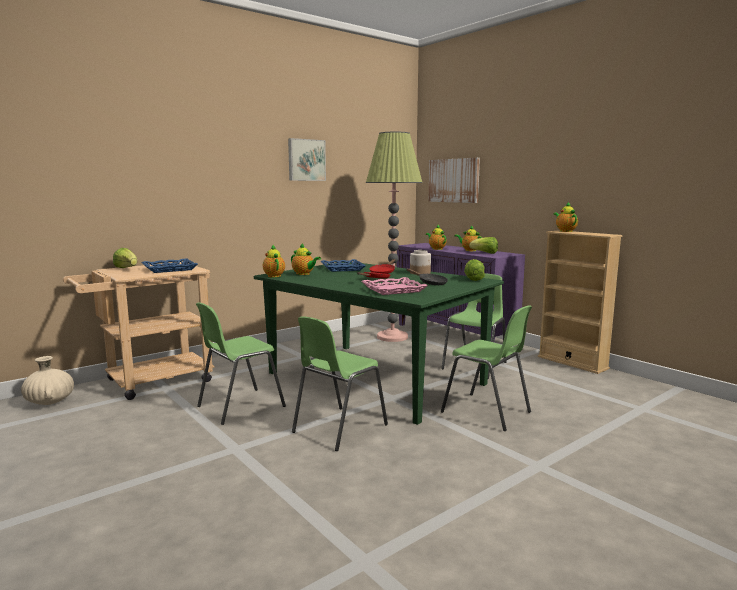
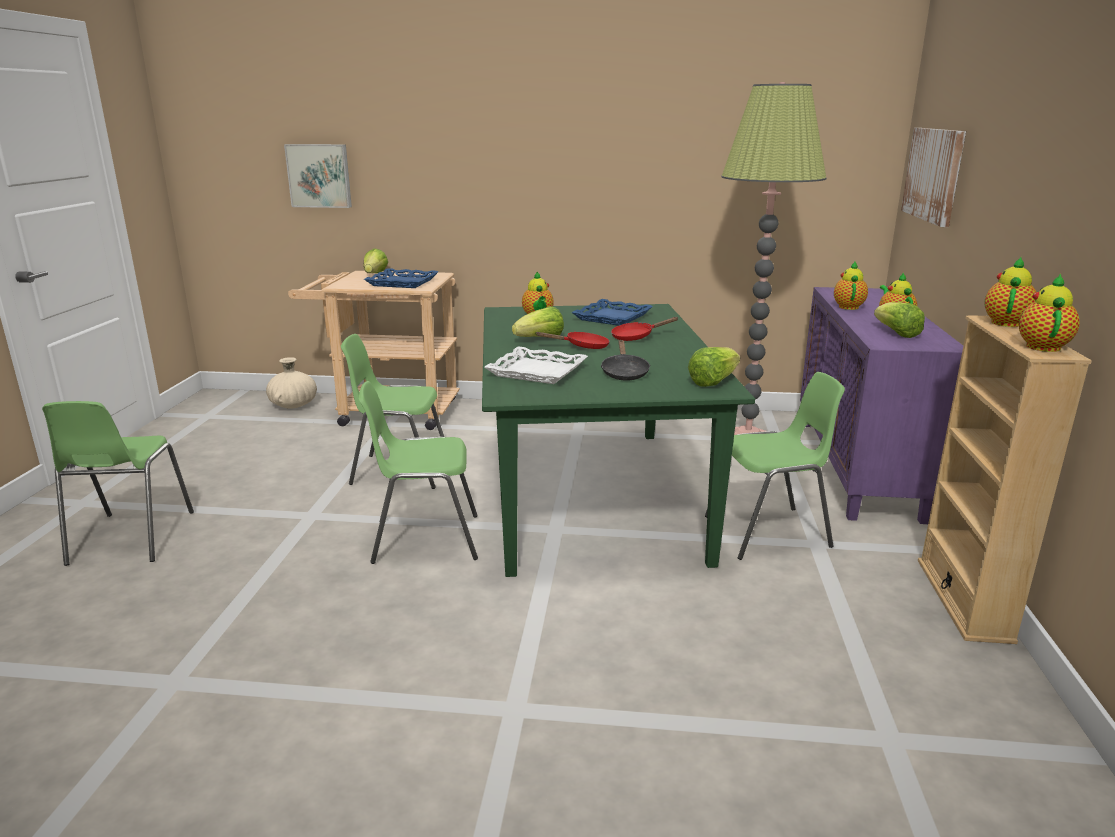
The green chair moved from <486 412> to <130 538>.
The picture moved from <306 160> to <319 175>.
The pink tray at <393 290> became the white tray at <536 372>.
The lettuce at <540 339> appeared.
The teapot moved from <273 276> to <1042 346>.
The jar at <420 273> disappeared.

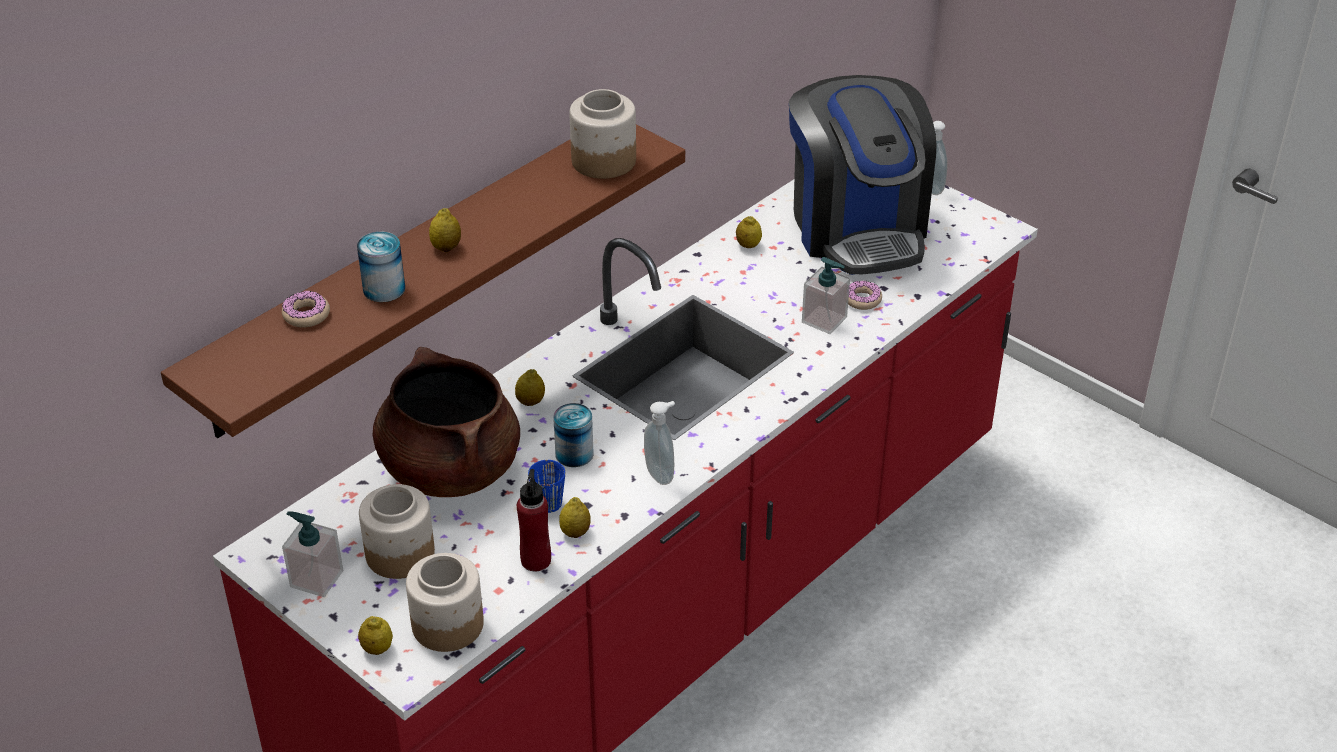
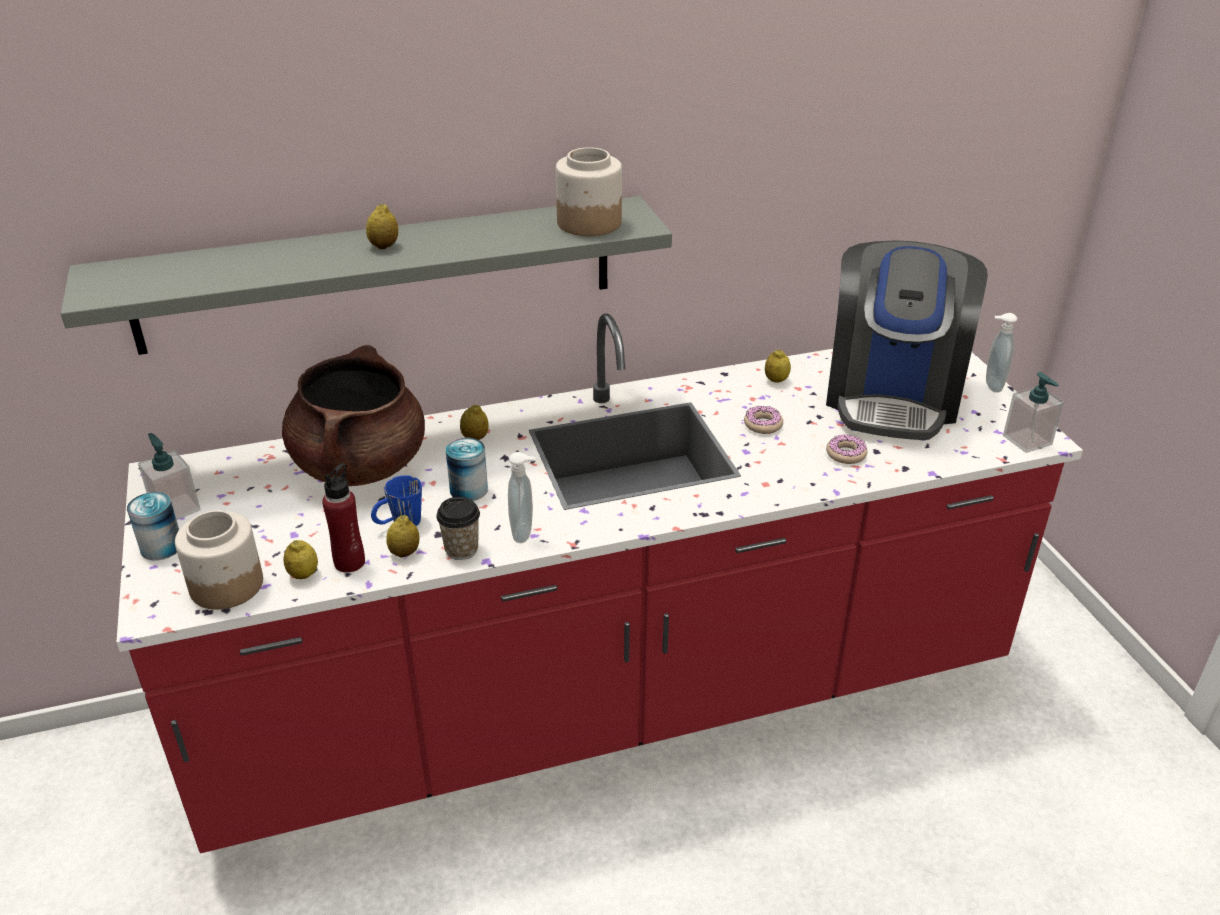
The brown shelf at <413 273> became the grey shelf at <378 274>.
The can moved from <384 289> to <161 547>.
The lemon moved from <377 648> to <303 574>.
The cup at <461 549> appeared.
The donut moved from <306 315> to <763 425>.
The soap dispenser moved from <824 320> to <1027 440>.
The jar at <399 554> disappeared.

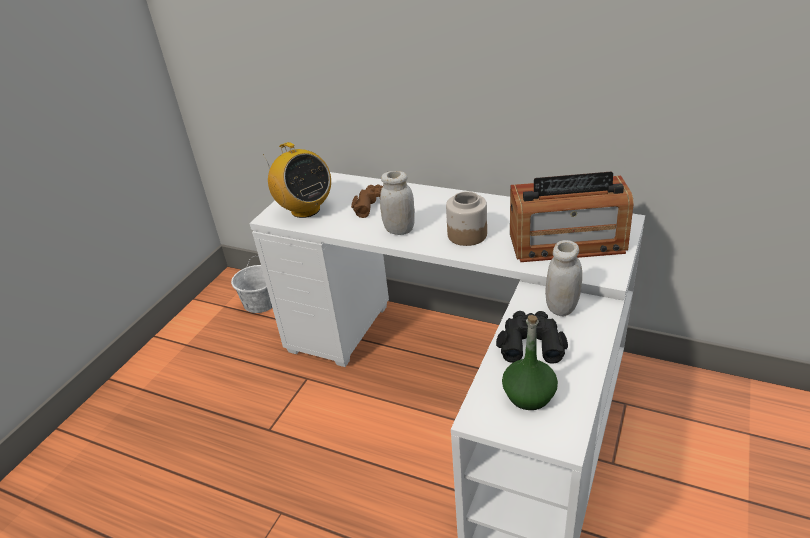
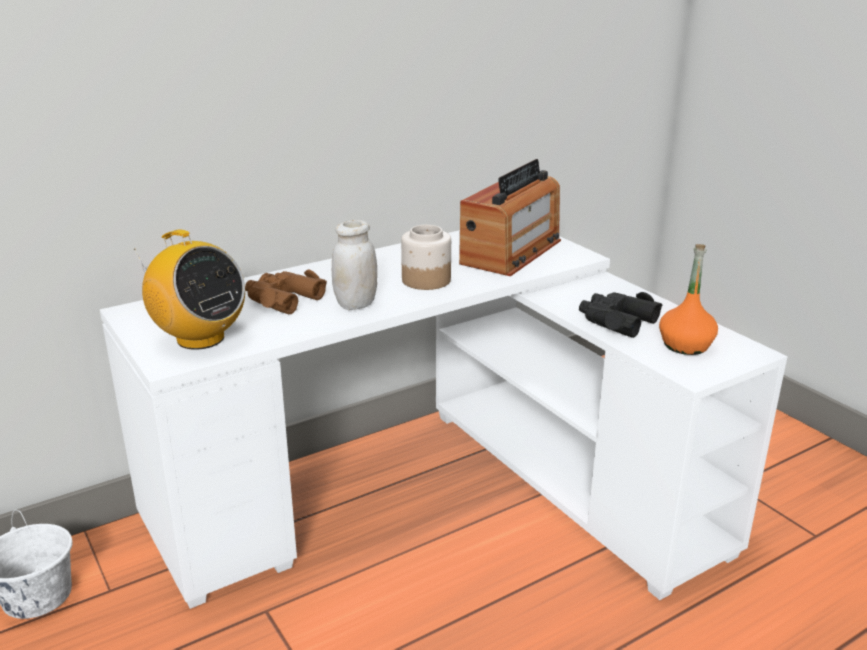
The radio at <305 210> turned 45 degrees clockwise.
The green bottle at <529 395> became the orange bottle at <685 345>.
The white jar at <561 307> disappeared.

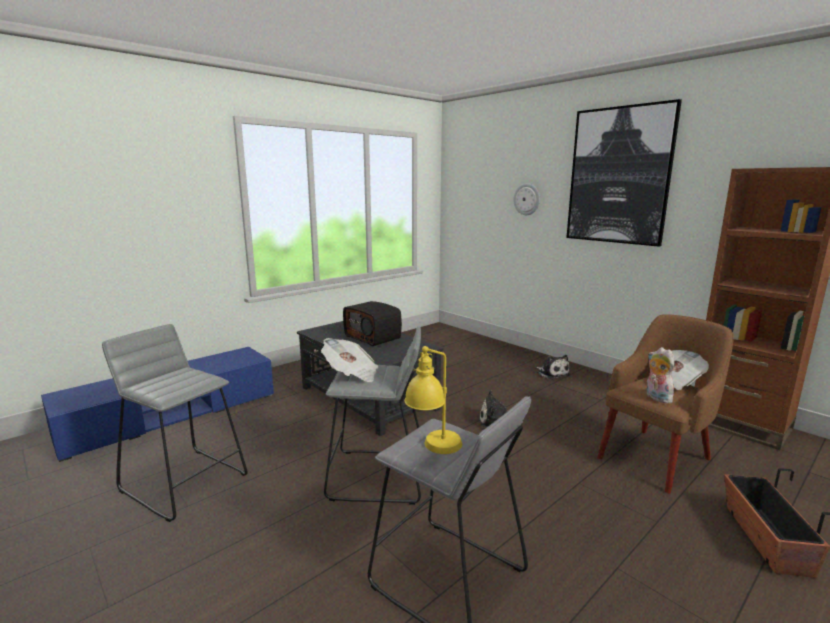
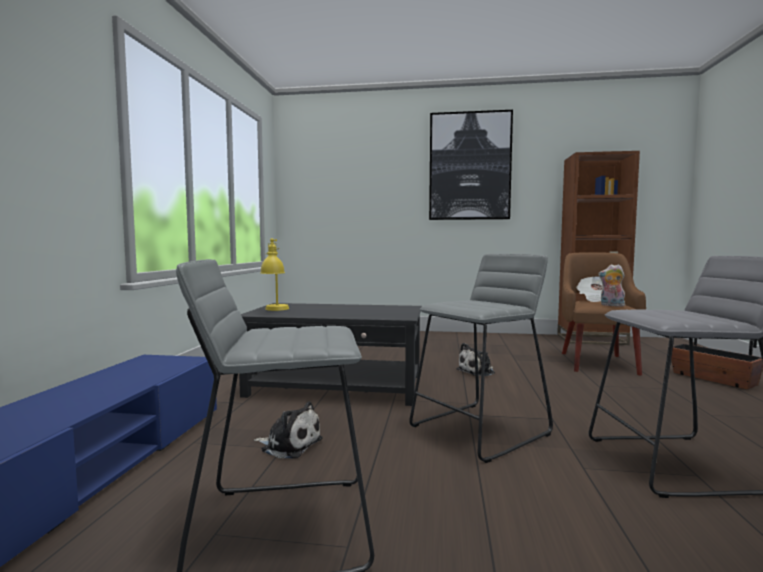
The plush toy moved from <552 373> to <289 445>.
The yellow table lamp moved from <434 451> to <275 310>.
The newspaper at <351 374> disappeared.
The radio at <373 337> disappeared.
The wall clock at <527 199> disappeared.

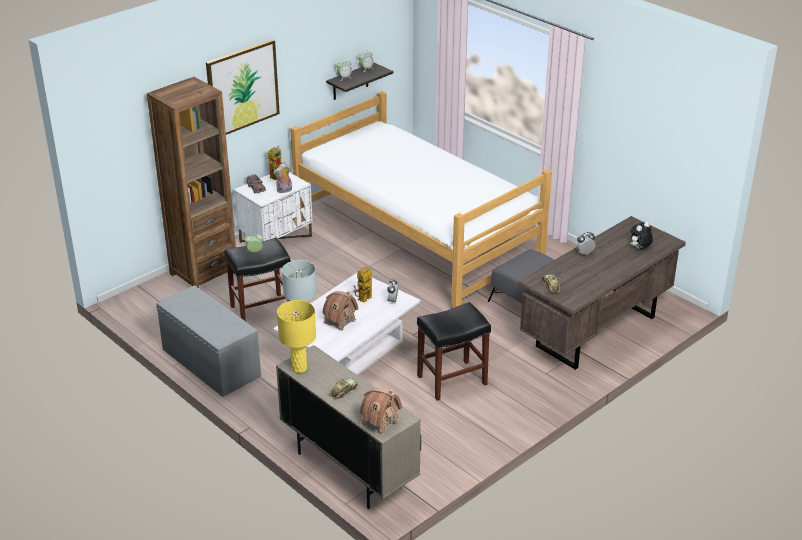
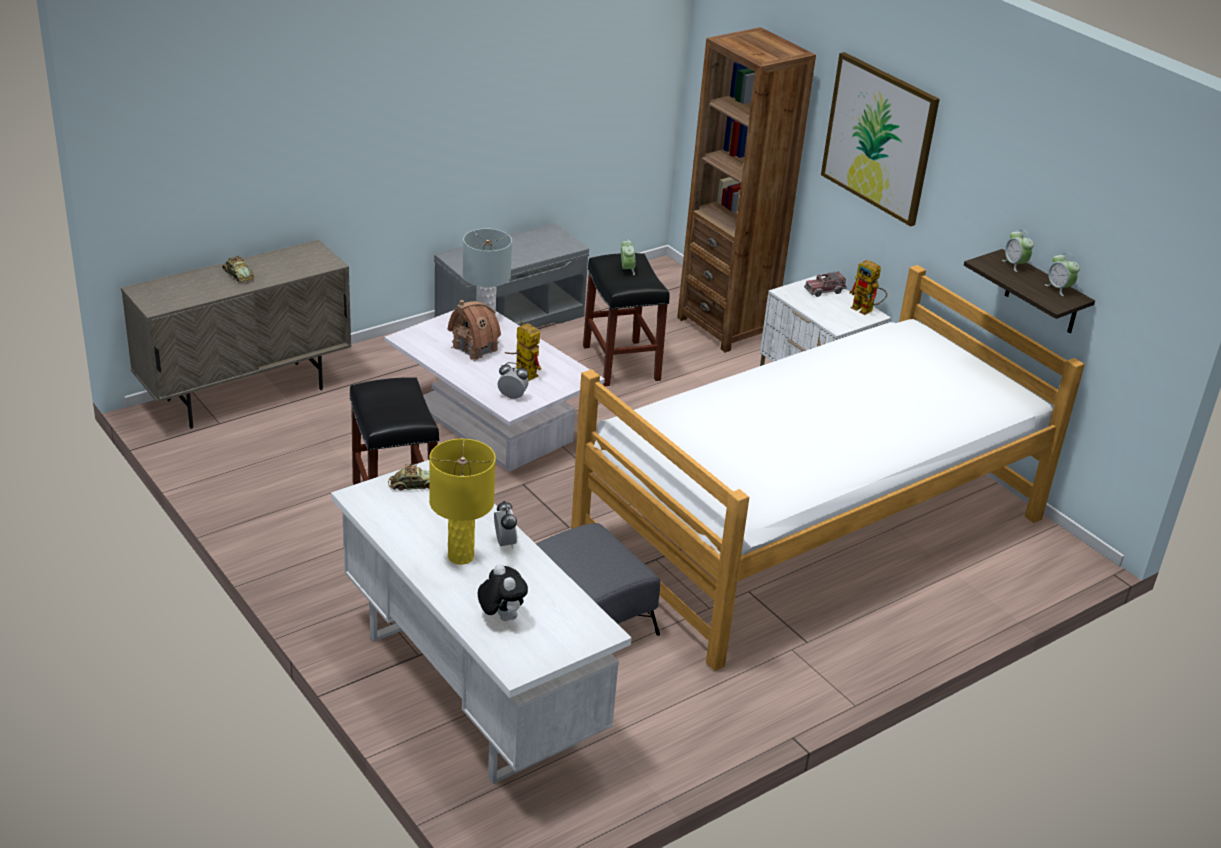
The brown desk at <596 332> became the white desk at <468 688>.
The yellow table lamp moved from <299 368> to <461 556>.
The plush toy at <284 191> disappeared.
The toy house at <380 422> disappeared.

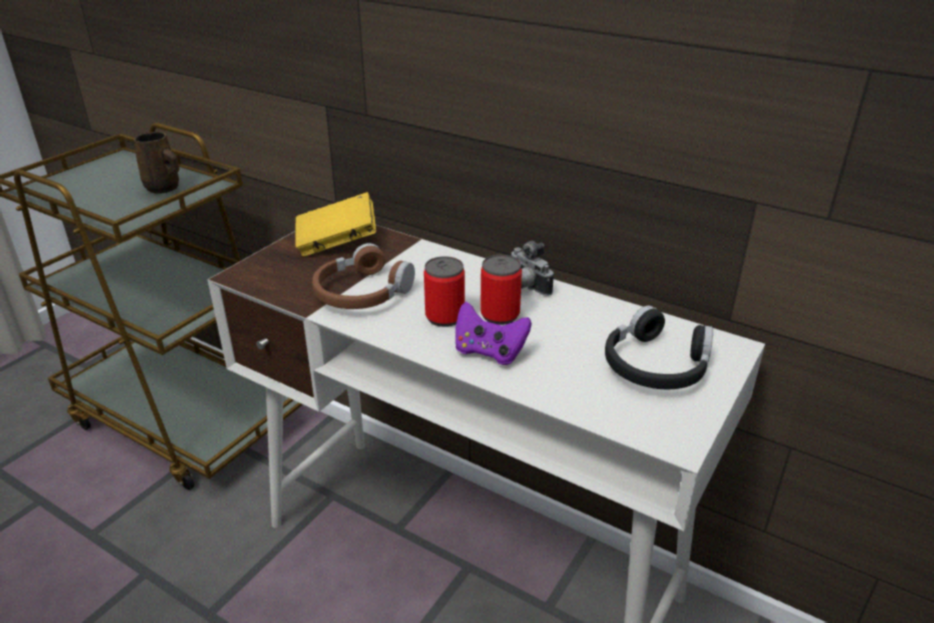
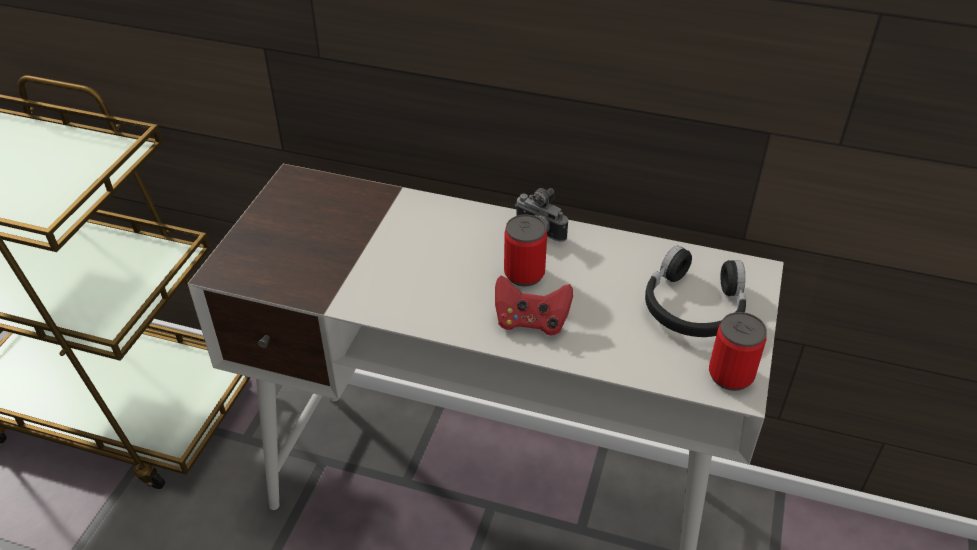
The purple game controller at <489 352> became the red game controller at <531 321>.
The can moved from <445 317> to <730 375>.
The brown mug at <164 188> disappeared.
The yellow book at <337 243> disappeared.
The brown headphones at <362 293> disappeared.

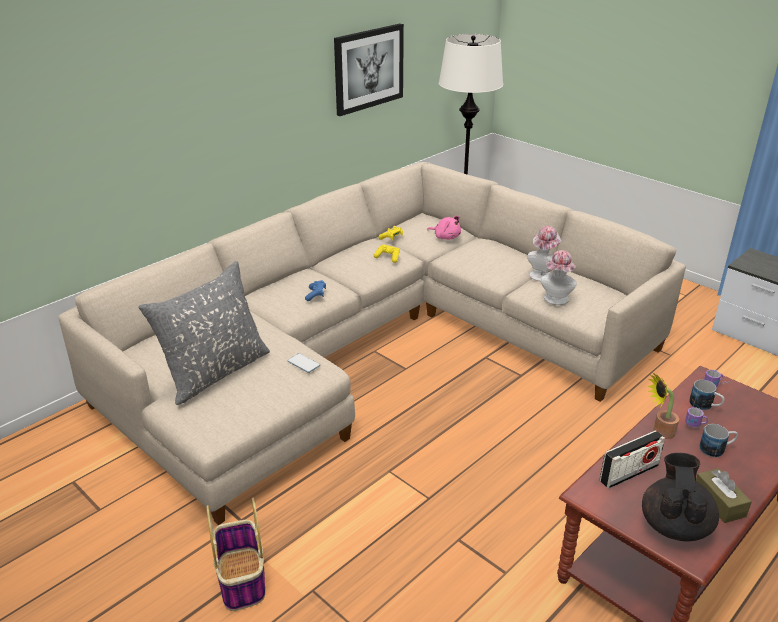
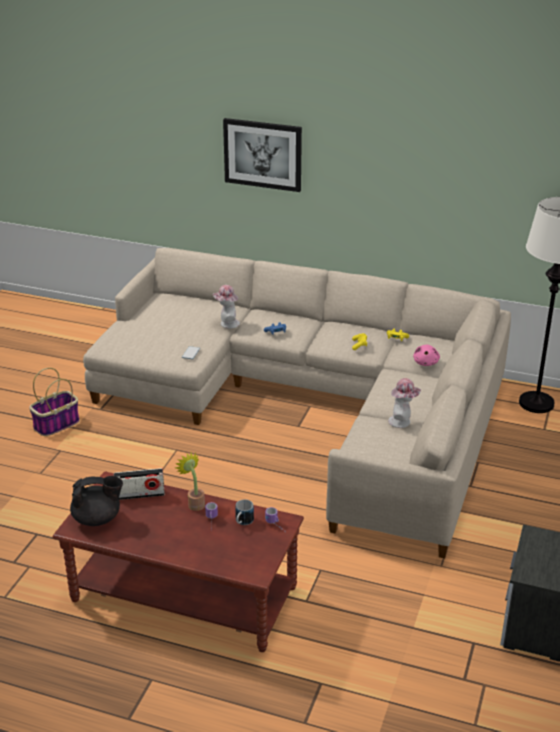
The radio at <629 473> turned 45 degrees counterclockwise.
The hat moved from <556 300> to <227 324>.
The picture moved from <368 68> to <263 154>.
The grey pillow at <215 372> disappeared.
The brown tissue box at <719 502> disappeared.
The mug at <716 449> disappeared.

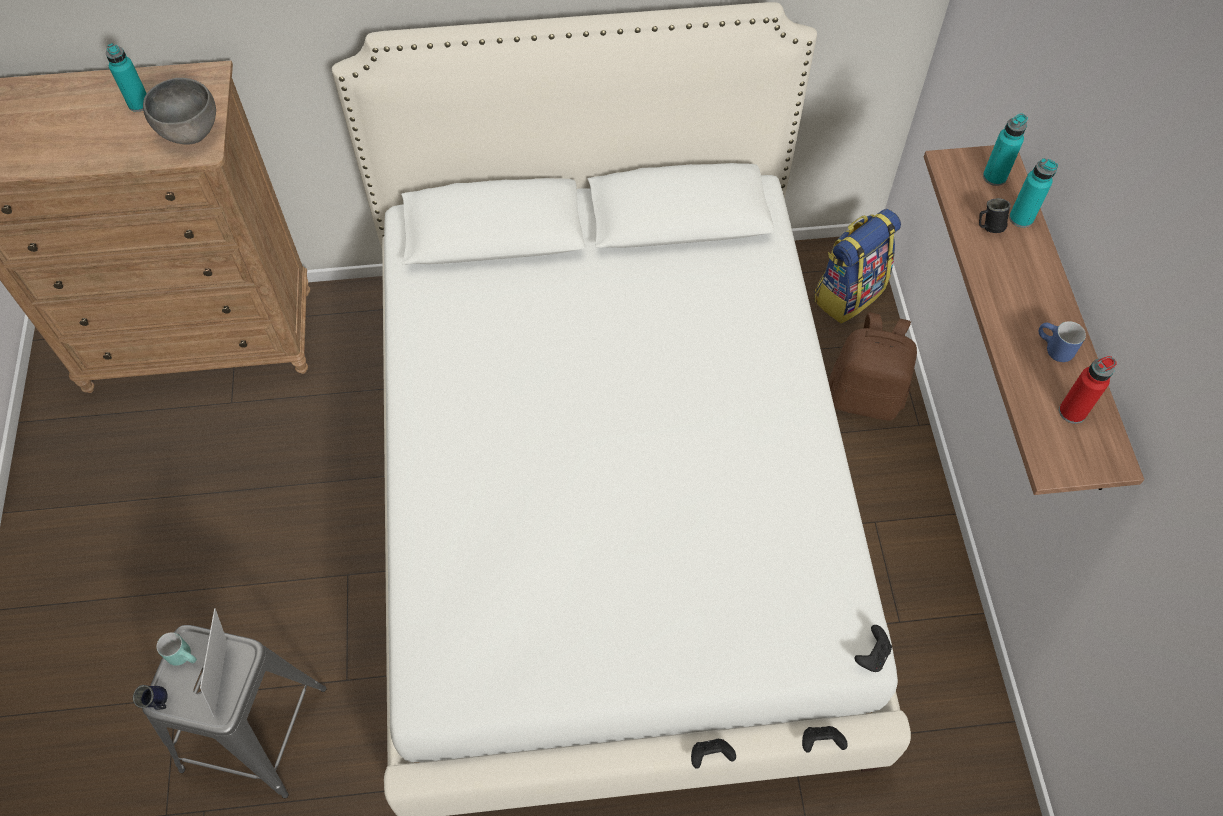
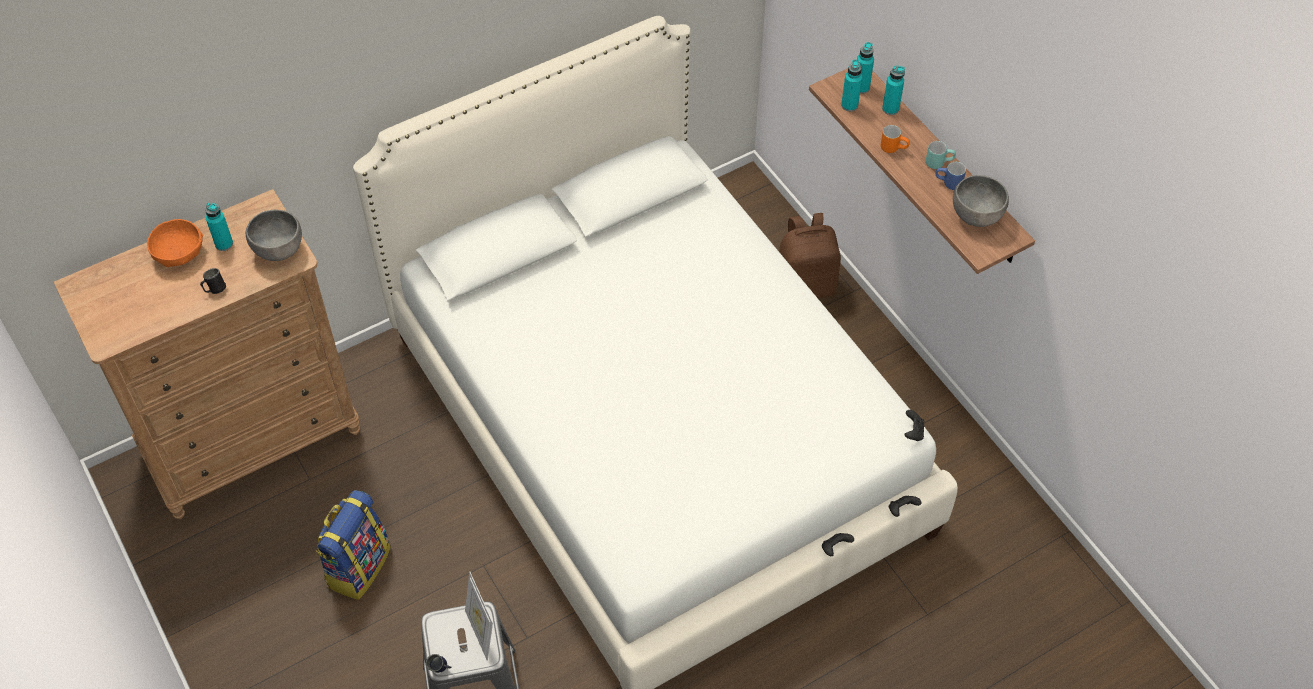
The orange bowl at <179 254> appeared.
The black mug moved from <988 227> to <214 289>.
The backpack moved from <848 293> to <358 566>.
The turquoise bottle at <849 105> appeared.
The orange mug at <894 147> appeared.
The turquoise mug moved from <185 655> to <938 162>.
The red bottle at <1072 412> was replaced by the grey bowl at <977 217>.

